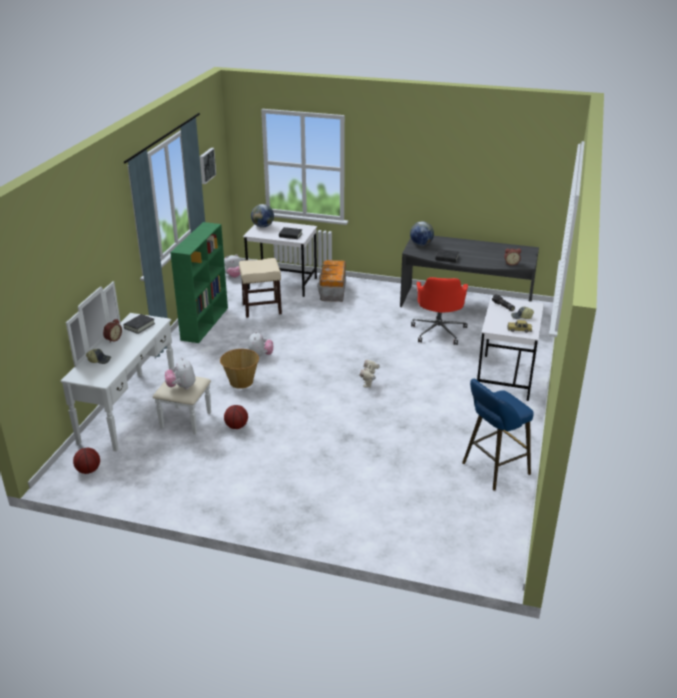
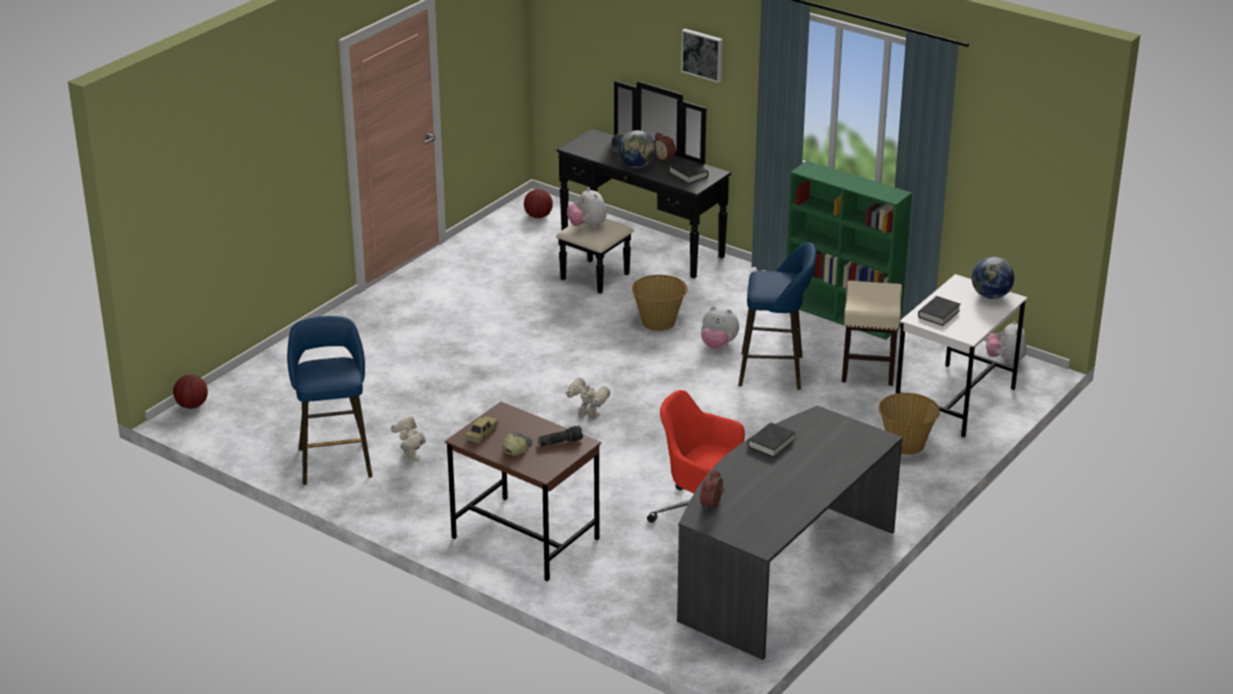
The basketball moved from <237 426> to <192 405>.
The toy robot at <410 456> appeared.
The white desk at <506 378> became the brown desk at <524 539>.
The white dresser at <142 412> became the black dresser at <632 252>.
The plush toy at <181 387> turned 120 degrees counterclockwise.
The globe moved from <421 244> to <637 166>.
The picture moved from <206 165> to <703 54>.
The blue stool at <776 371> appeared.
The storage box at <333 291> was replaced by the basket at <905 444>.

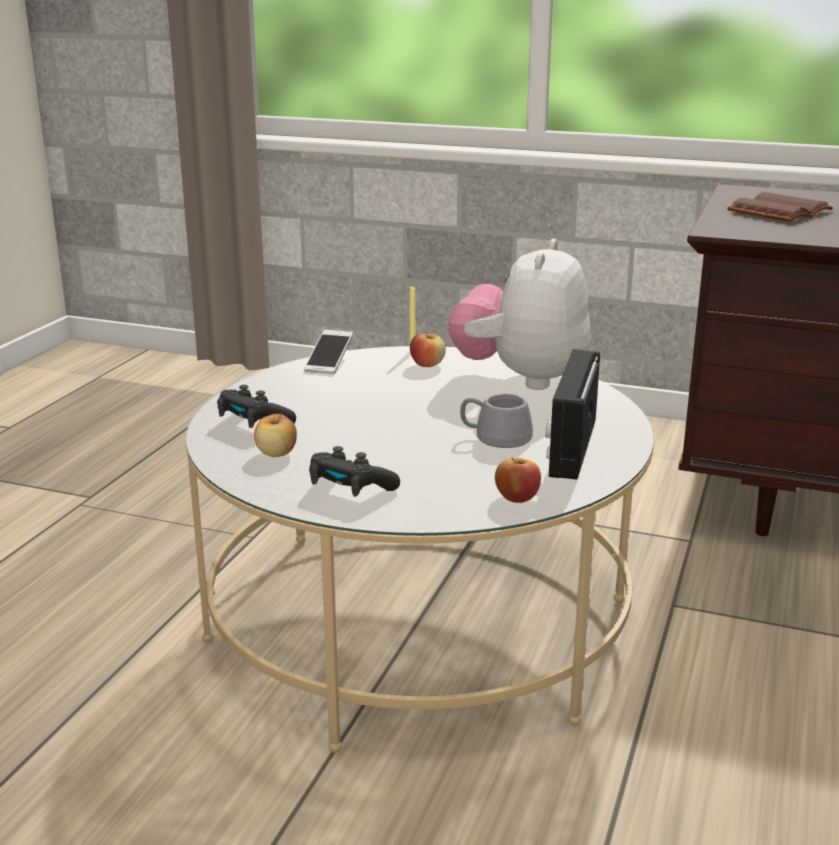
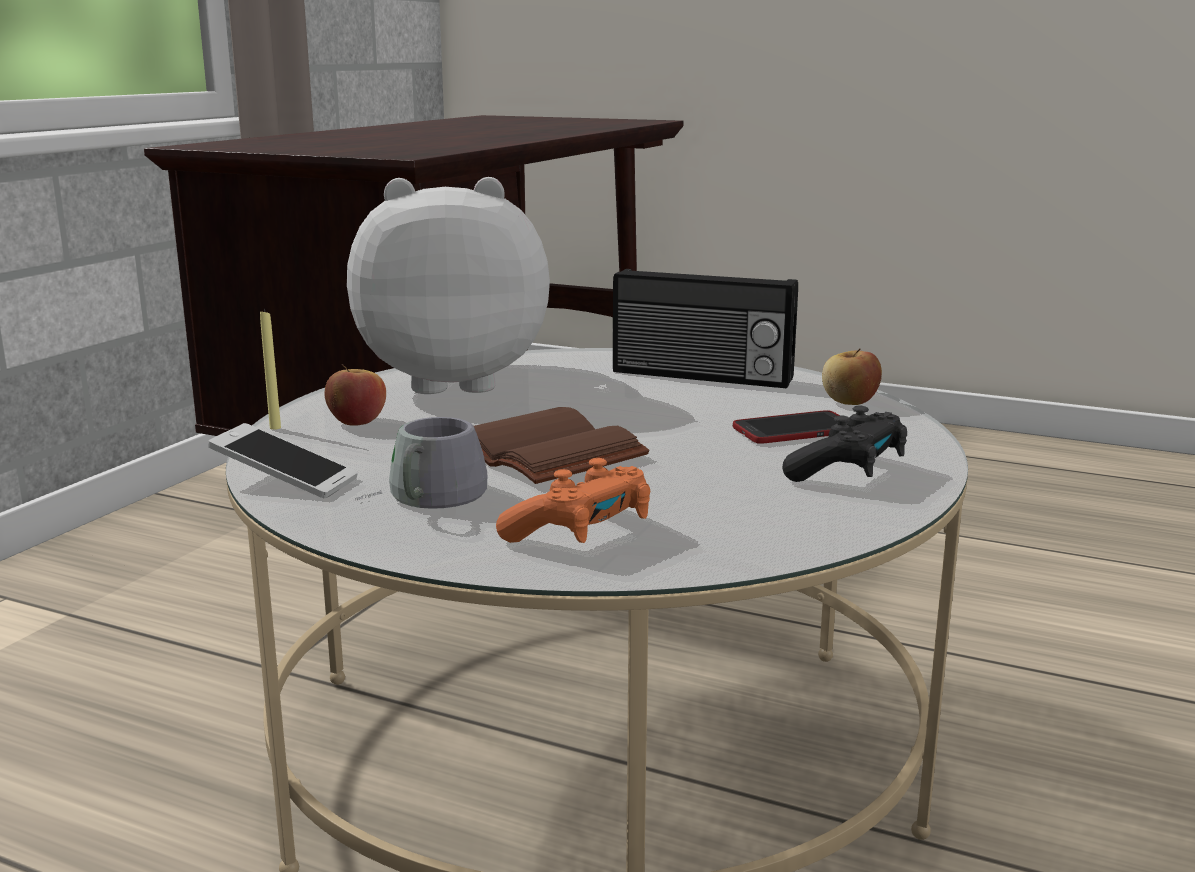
The plush toy at <521 378> turned 150 degrees clockwise.
The grey mug moved from <496 435> to <423 497>.
The brown book moved from <781 212> to <552 452>.
The black game controller at <254 423> became the orange game controller at <581 533>.
The phone at <794 430> appeared.
The apple at <276 453> disappeared.

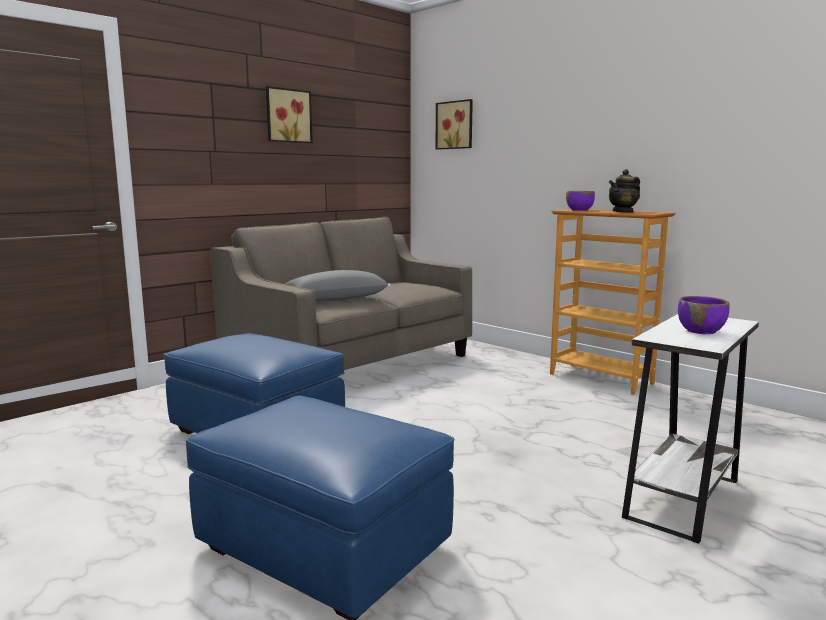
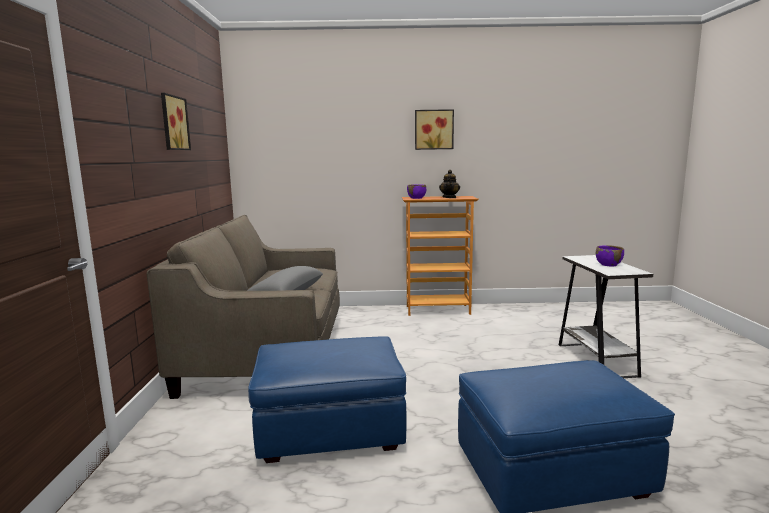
The picture moved from <455 125> to <434 129>.

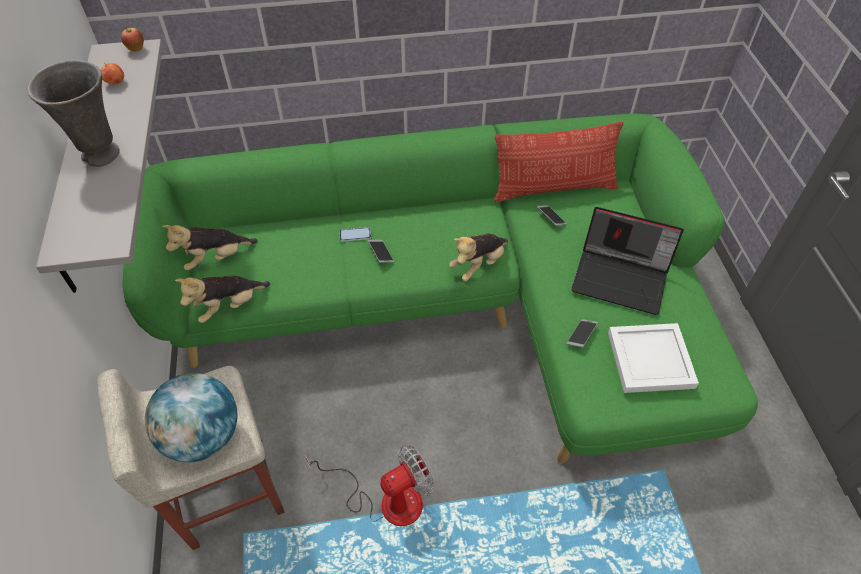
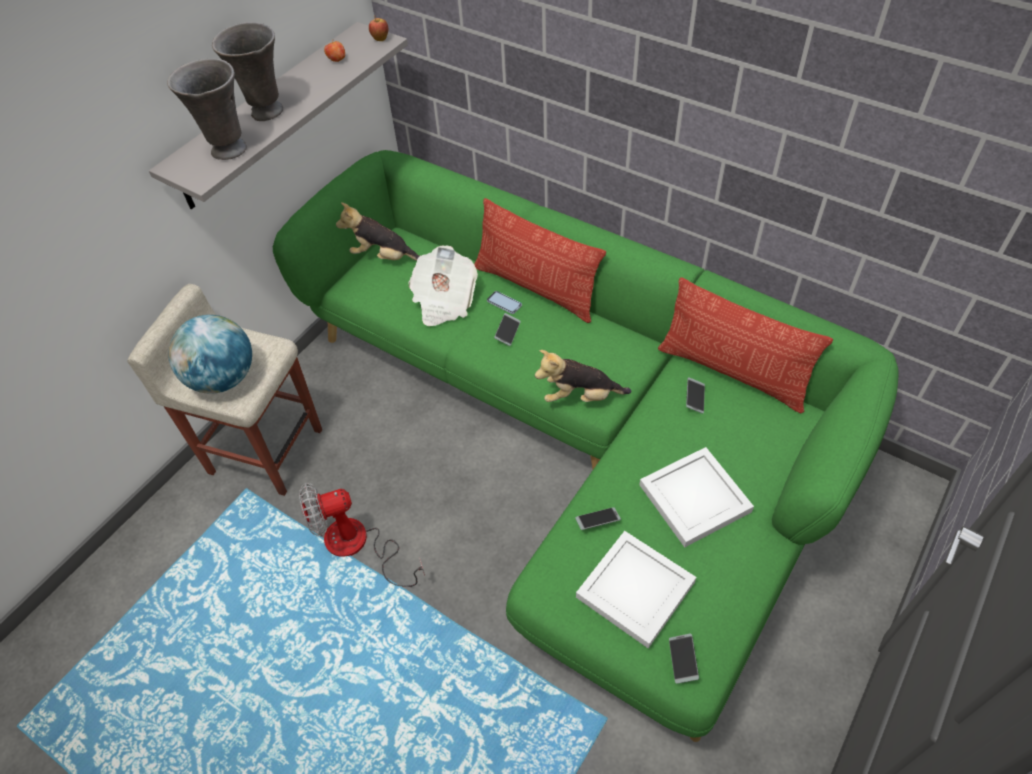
The grey vase at <227 150> appeared.
The fan at <386 500> turned 150 degrees clockwise.
The newspaper at <443 300> appeared.
The pillow at <536 288> appeared.
The laptop at <621 278> was replaced by the white tray at <696 498>.
The phone at <682 660> appeared.
The plush toy at <229 306> disappeared.

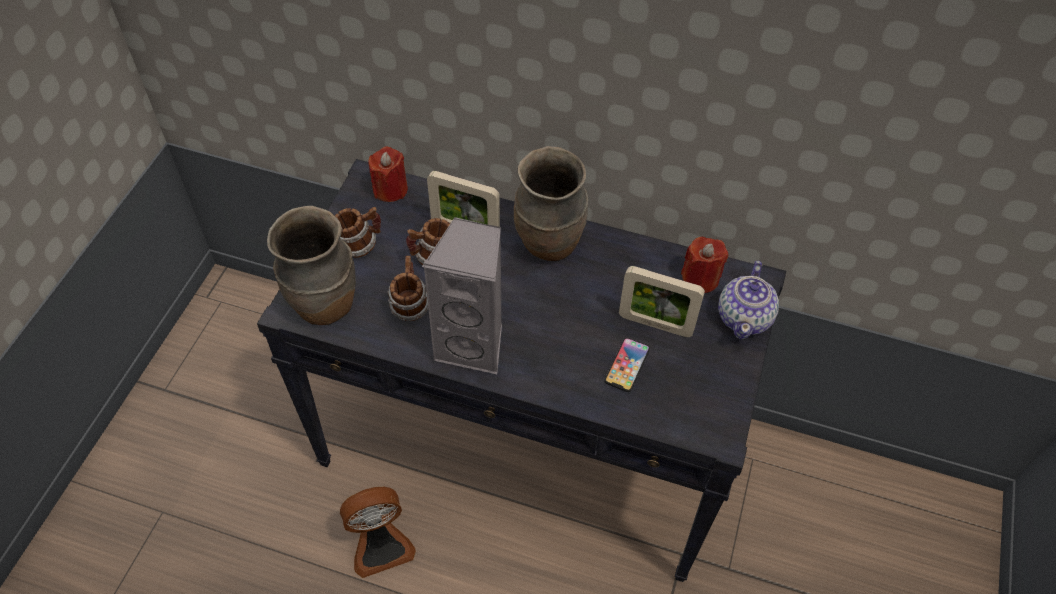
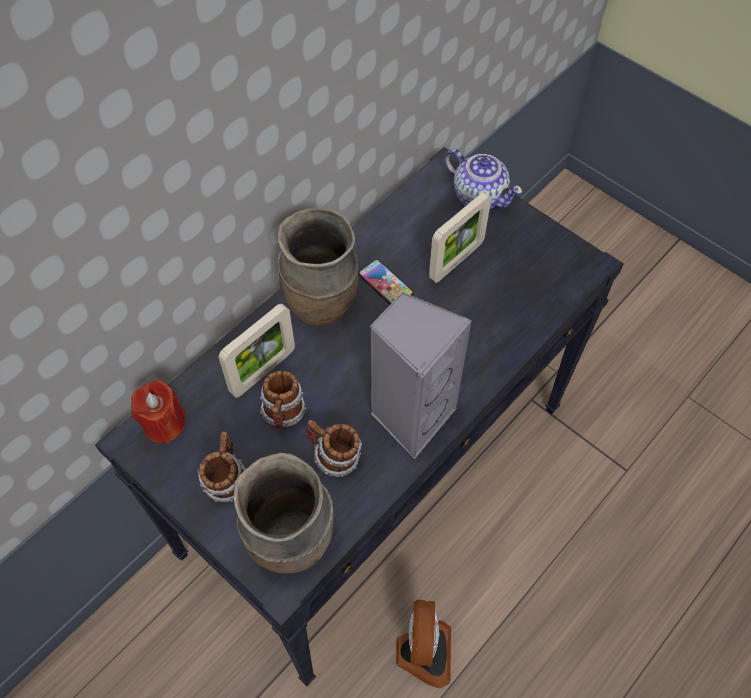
The phone moved from <627 365> to <385 284>.
The red candle at <700 278> disappeared.

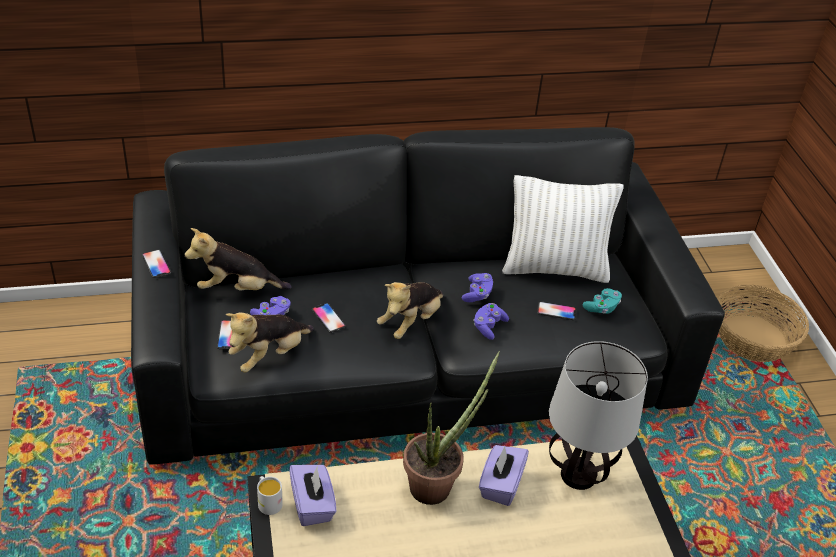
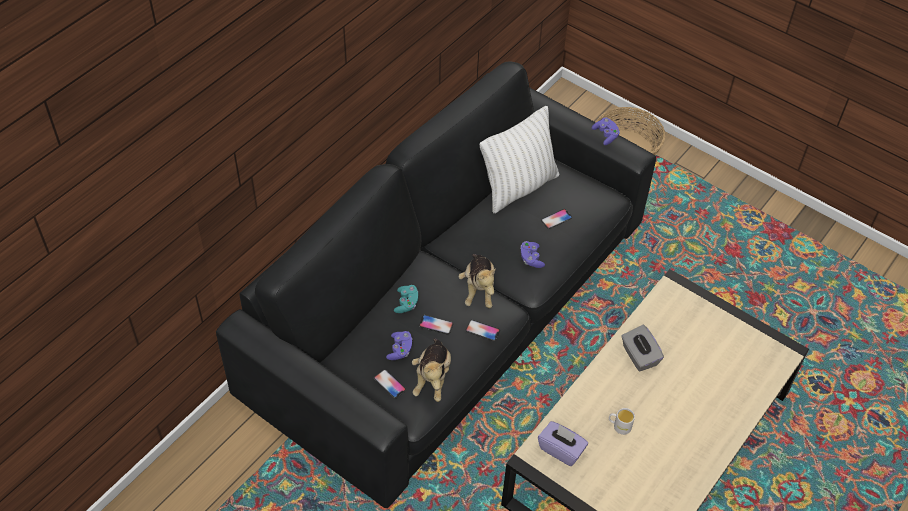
The turquoise game controller moved from <602 308> to <406 303>.
The phone moved from <156 264> to <482 331>.
The purple game controller moved from <477 294> to <605 135>.
The white mug moved from <268 502> to <619 426>.
The purple tissue box at <500 485> became the grey tissue box at <639 356>.
The plush toy at <237 289> disappeared.
The potted plant at <437 483> disappeared.
The table lamp at <578 476> disappeared.

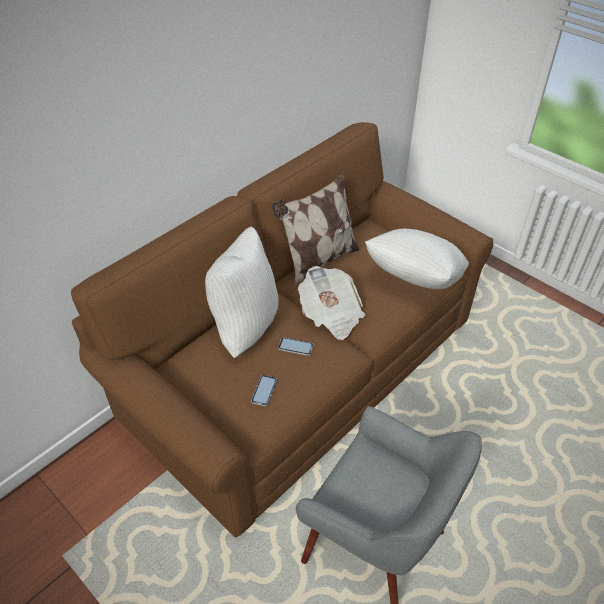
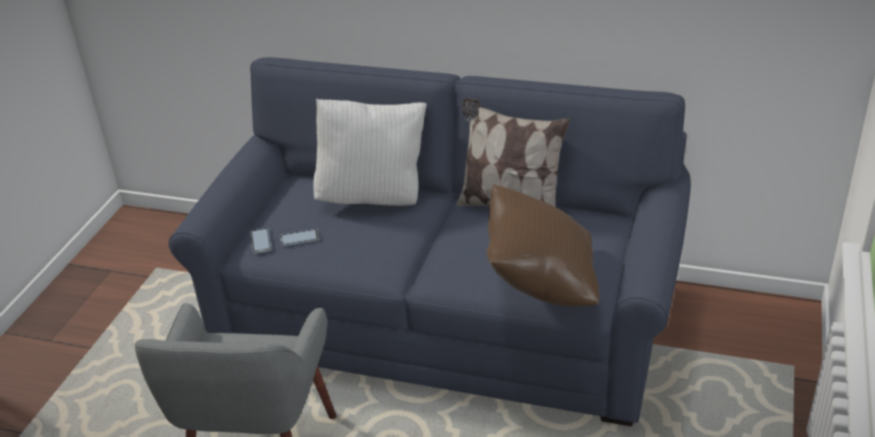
The brown sofa at <302 373> became the blue sofa at <445 322>.
The phone moved from <295 347> to <260 241>.
The white pillow at <414 281> became the brown pillow at <541 282>.
The newspaper at <331 315> disappeared.

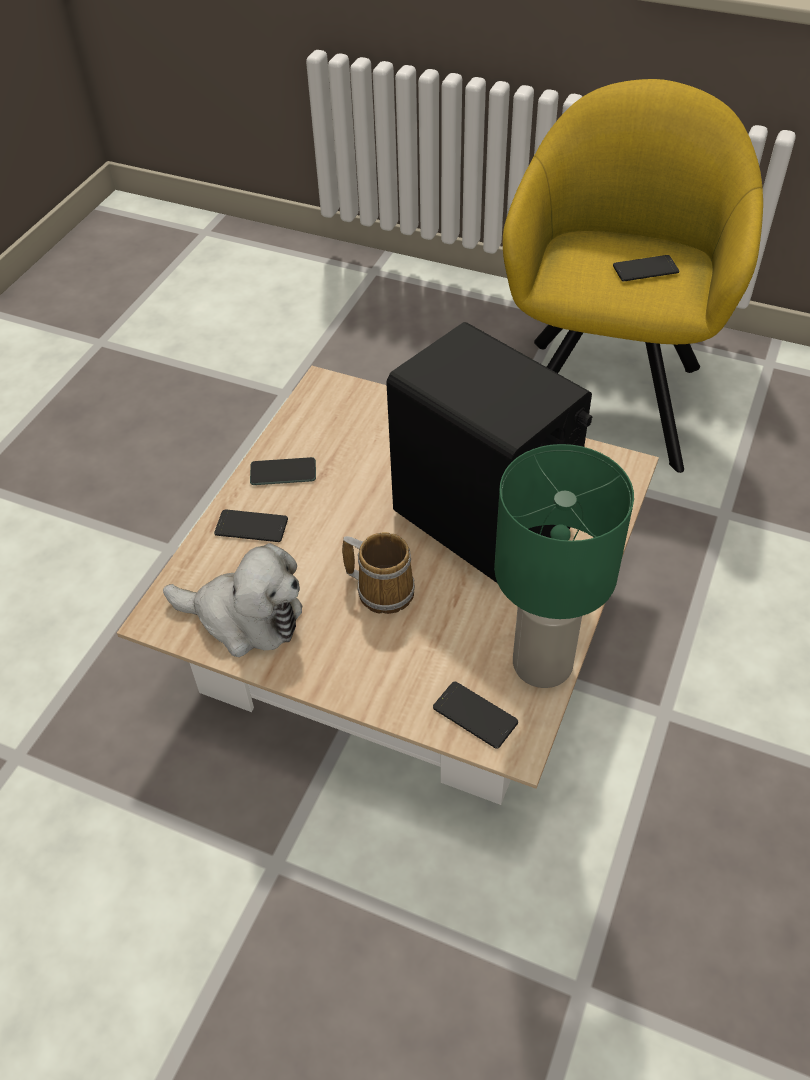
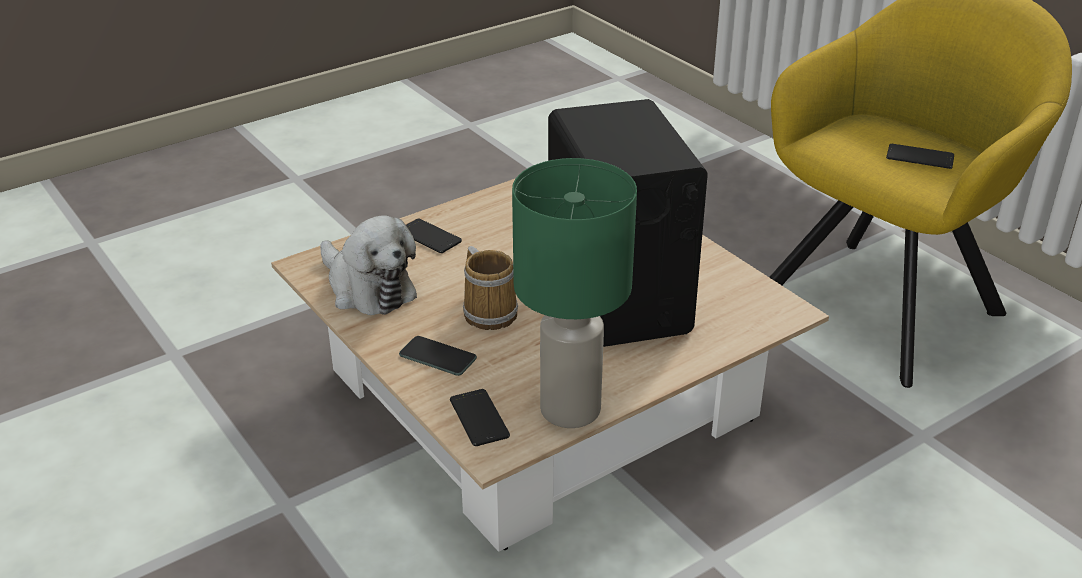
The phone moved from <283 472> to <437 357>.

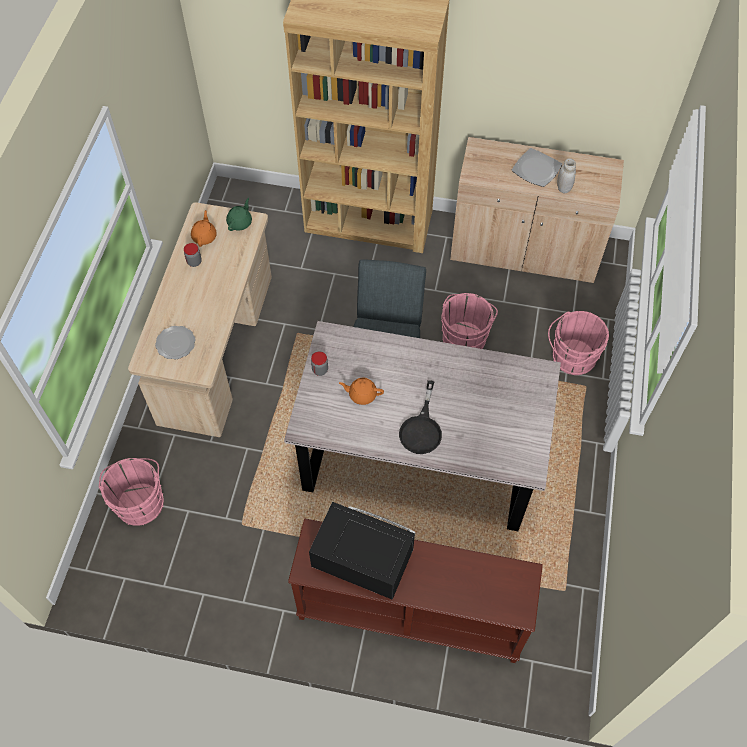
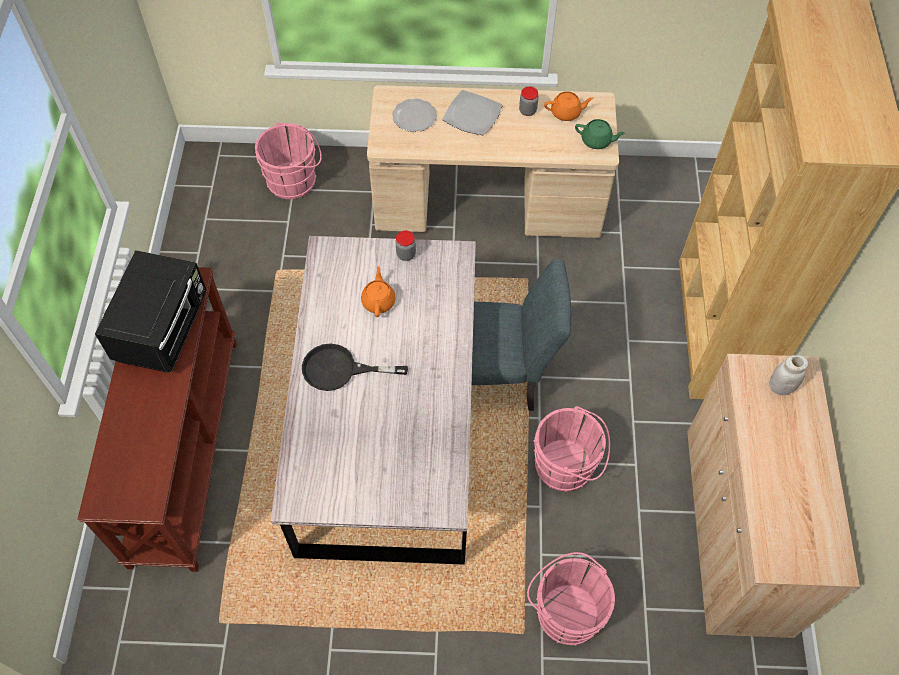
The plate moved from <536 169> to <473 115>.
The white jar moved from <563 188> to <780 387>.

